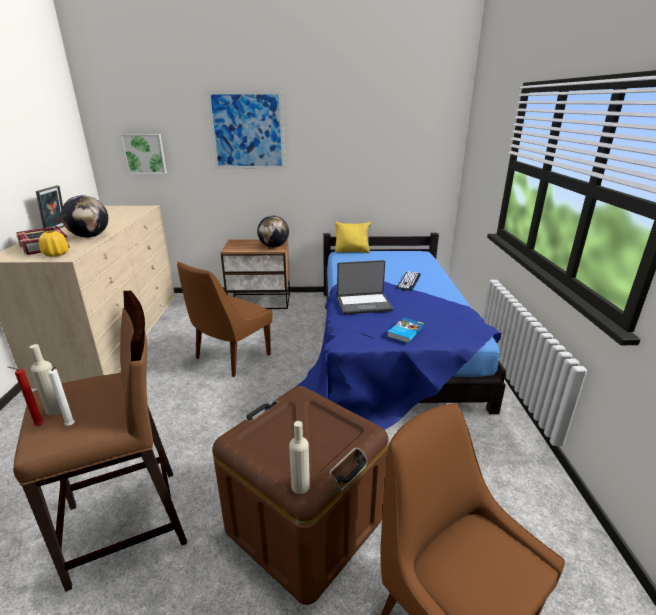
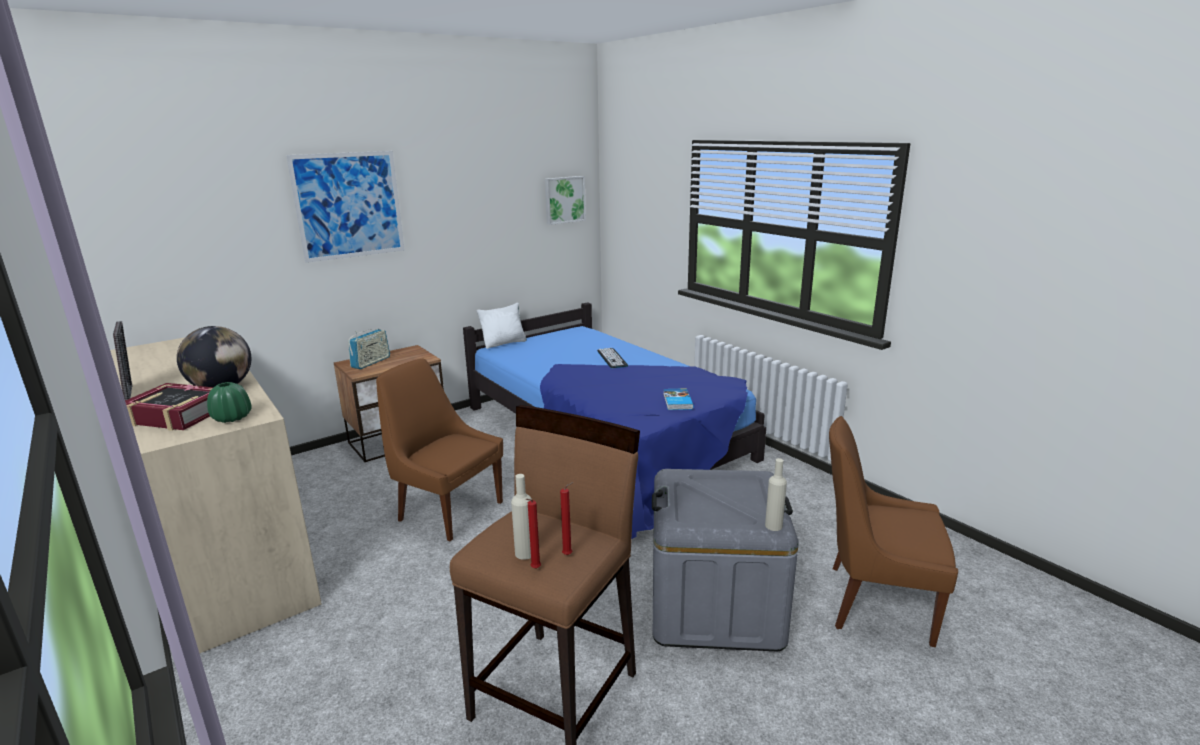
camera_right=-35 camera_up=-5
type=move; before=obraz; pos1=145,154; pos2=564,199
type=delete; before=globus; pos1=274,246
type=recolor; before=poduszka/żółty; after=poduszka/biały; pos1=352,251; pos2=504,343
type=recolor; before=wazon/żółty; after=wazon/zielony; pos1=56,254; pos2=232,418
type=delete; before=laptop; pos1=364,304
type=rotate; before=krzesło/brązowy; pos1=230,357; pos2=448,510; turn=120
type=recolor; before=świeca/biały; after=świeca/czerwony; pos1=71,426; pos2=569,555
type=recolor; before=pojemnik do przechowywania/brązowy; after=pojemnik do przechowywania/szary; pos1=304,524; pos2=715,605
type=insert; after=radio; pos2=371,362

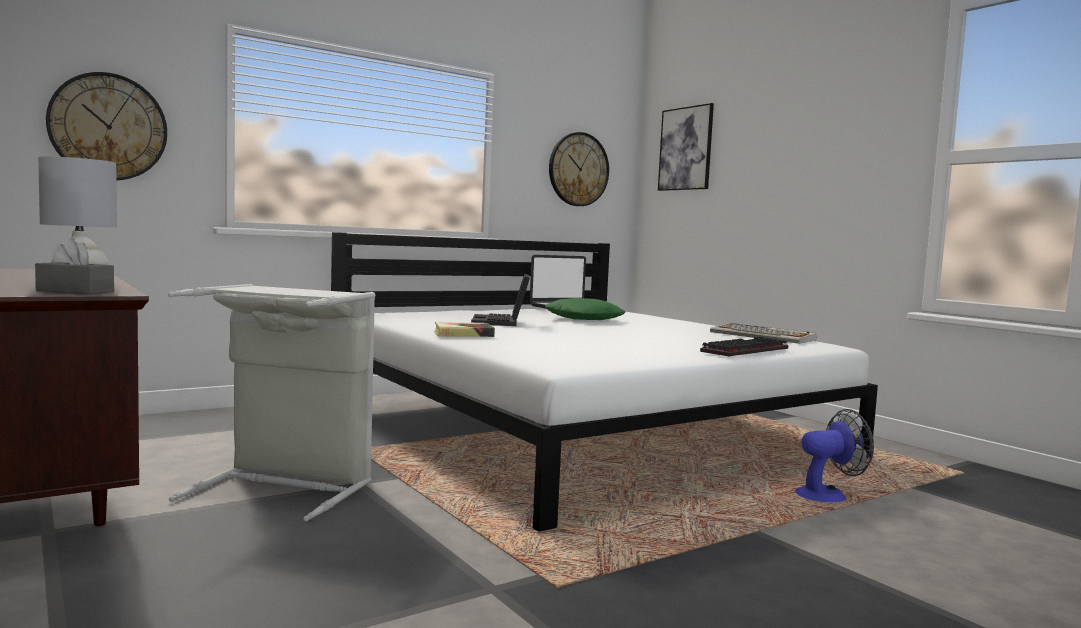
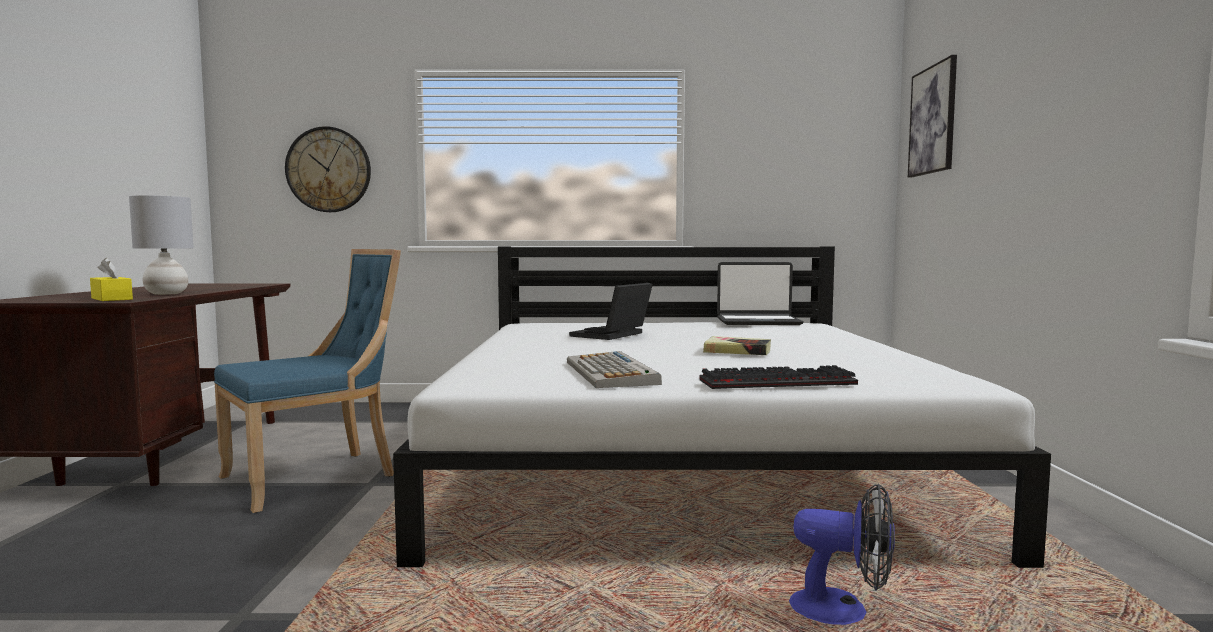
camera_right=35 camera_up=0
type=delete; before=zegar ścienny; pos1=578,169
type=recolor; before=pudełko chusteczek/szary; after=pudełko chusteczek/żółty; pos1=75,291; pos2=111,299
type=replace; before=kosz na pranie/szary; after=krzesło/niebieski; pos1=286,486; pos2=316,477
type=delete; before=poduszka/zielony; pos1=584,318
type=move; before=książka; pos1=463,334; pos2=737,351
type=move; before=klawiatura; pos1=763,336; pos2=611,373

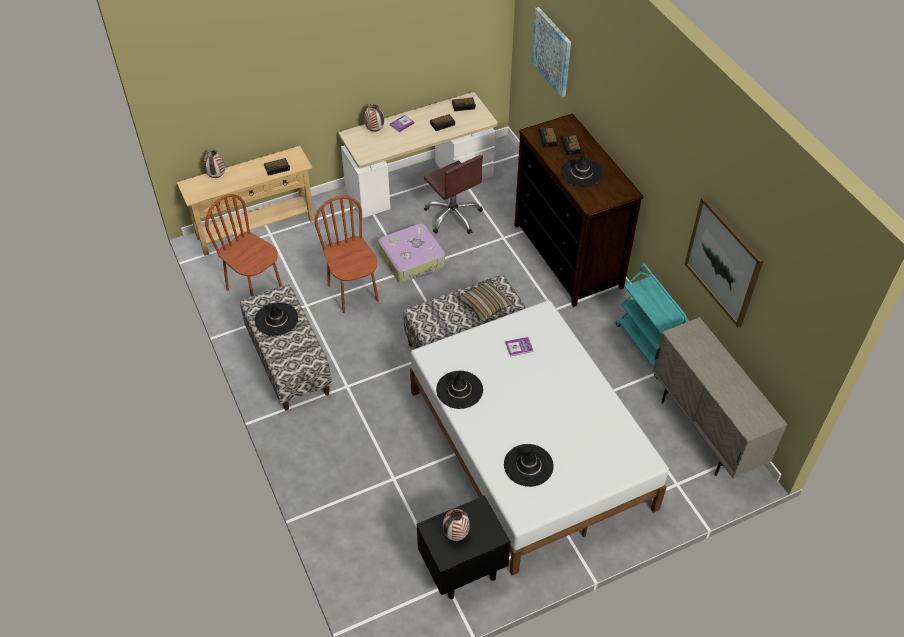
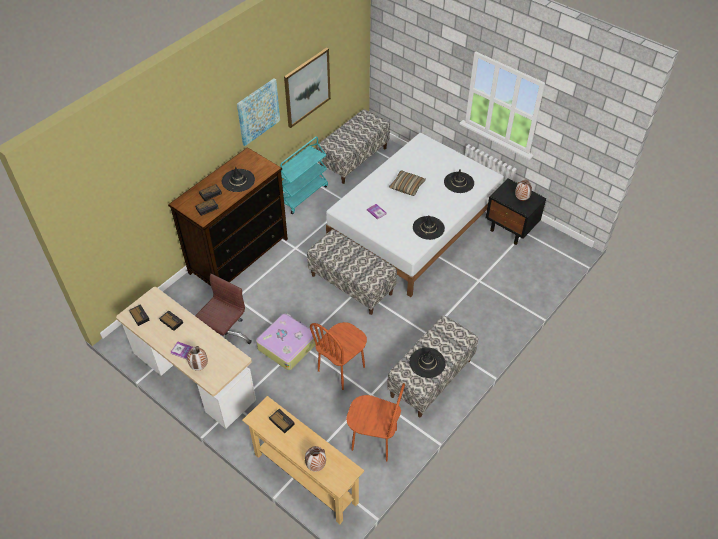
camera_right=-115 camera_up=0
type=move; before=obraz; pos1=552,52; pos2=258,111
type=rotate; before=krzesło/brązowy; pos1=255,289; pos2=374,440; turn=-90
type=move; before=poduszka; pos1=486,305; pos2=407,186
type=replace; before=szafka/beżowy; after=ławka; pos1=704,431; pos2=354,159

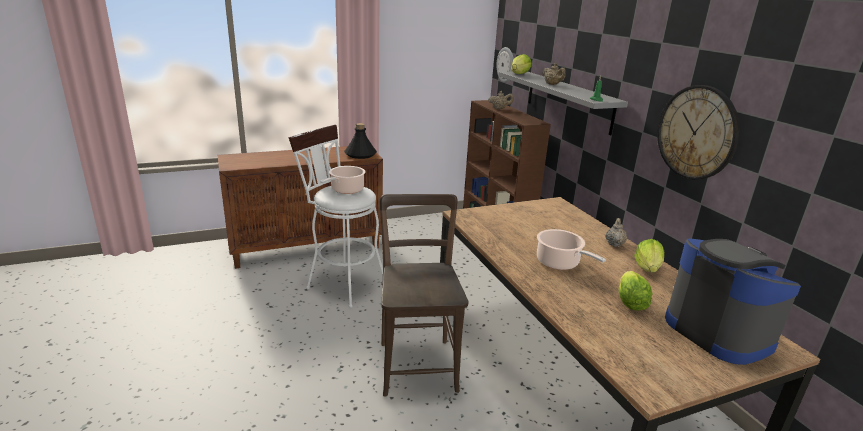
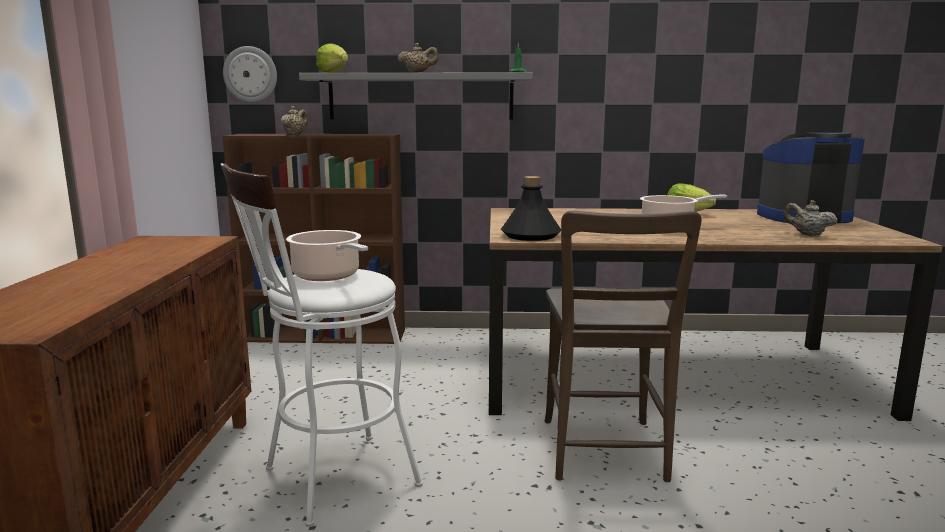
camera_right=-65 camera_up=-10
type=delete; before=zegar ścienny; pos1=697,132
type=move; before=butelka/czarny; pos1=360,154; pos2=530,235
type=rotate; before=krzesło/brązowy; pos1=417,362; pos2=604,454; turn=-105
type=move; before=imbryk/beżowy; pos1=614,244; pos2=807,235
type=delete; before=sałata; pos1=630,302

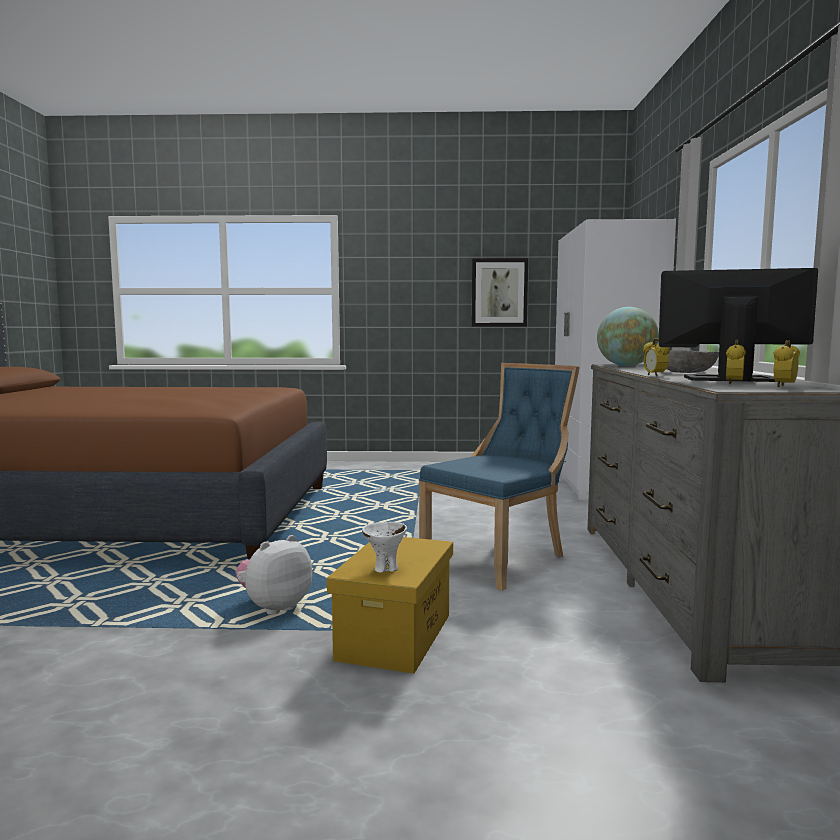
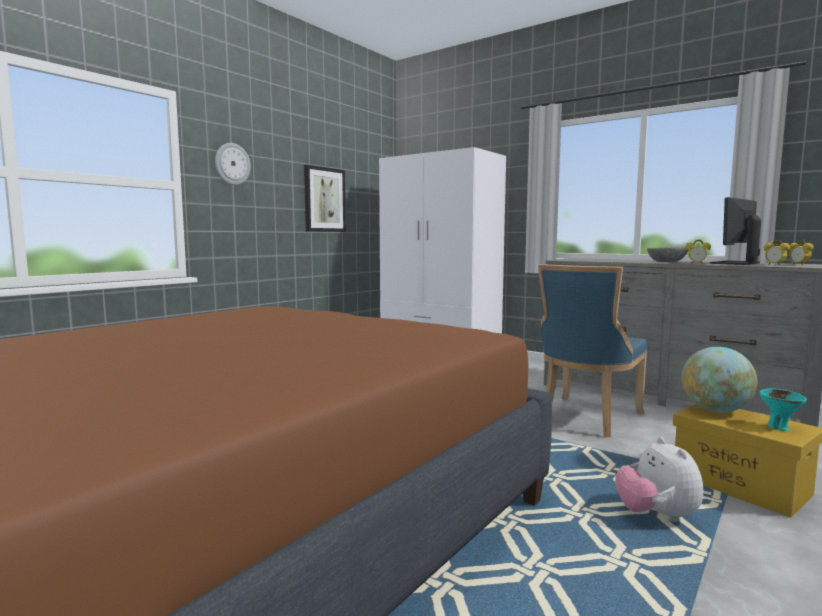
camera_right=-55 camera_up=0
type=move; before=globus; pos1=626,366; pos2=715,410
type=rotate; before=krzesło/niebieski; pos1=500,559; pos2=587,418; turn=-135
type=recolor; before=miska/biały; after=miska/turkusowy; pos1=385,569; pos2=779,427
type=insert; after=zegar ścienny; pos2=232,164

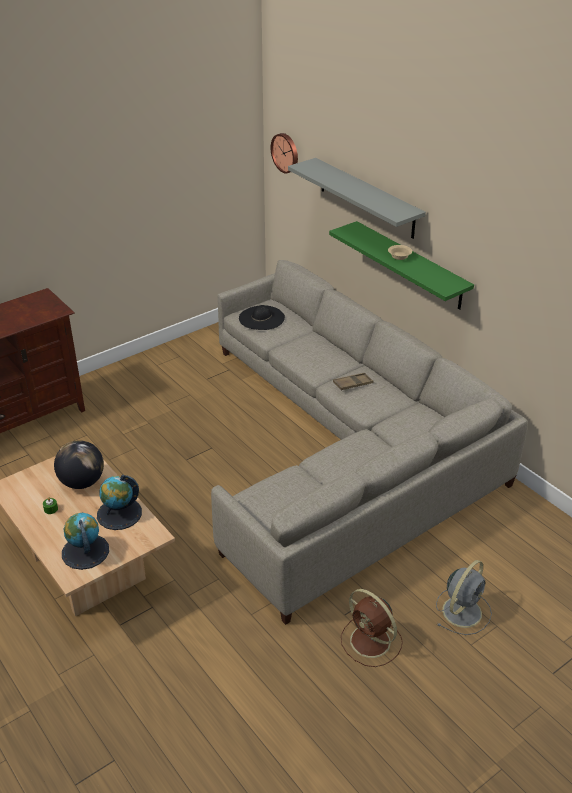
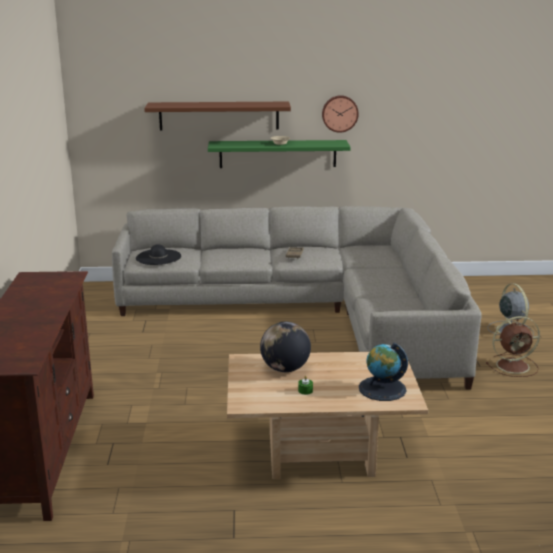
camera_right=-55 camera_up=-15
type=move; before=zegar ścienny; pos1=286,152; pos2=339,113
type=recolor; before=półka/szary; after=półka/brązowy; pos1=366,198; pos2=219,115
type=delete; before=globus; pos1=119,514

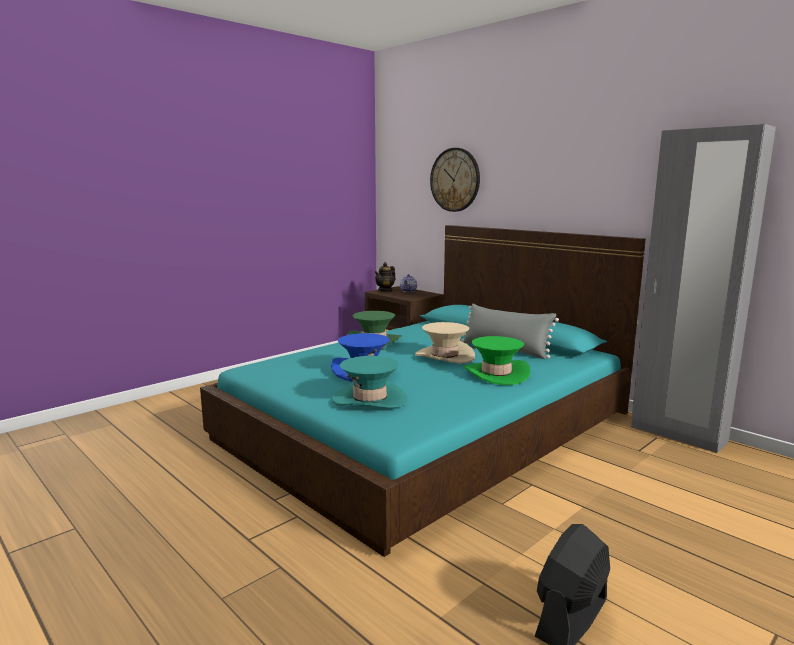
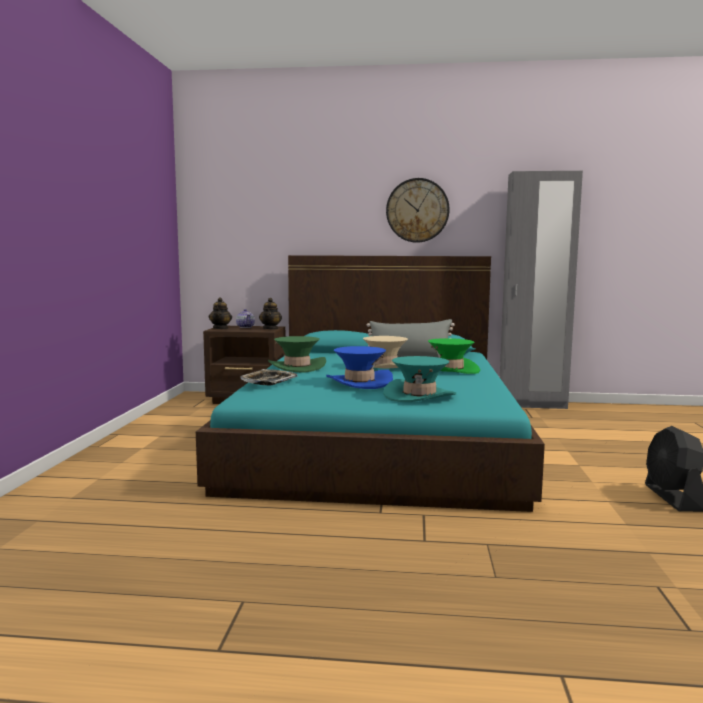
camera_right=-40 camera_up=-5
type=move; before=zegar ścienny; pos1=455,180; pos2=417,210
type=insert; after=imbryk; pos2=271,328
type=insert; after=taca; pos2=269,381

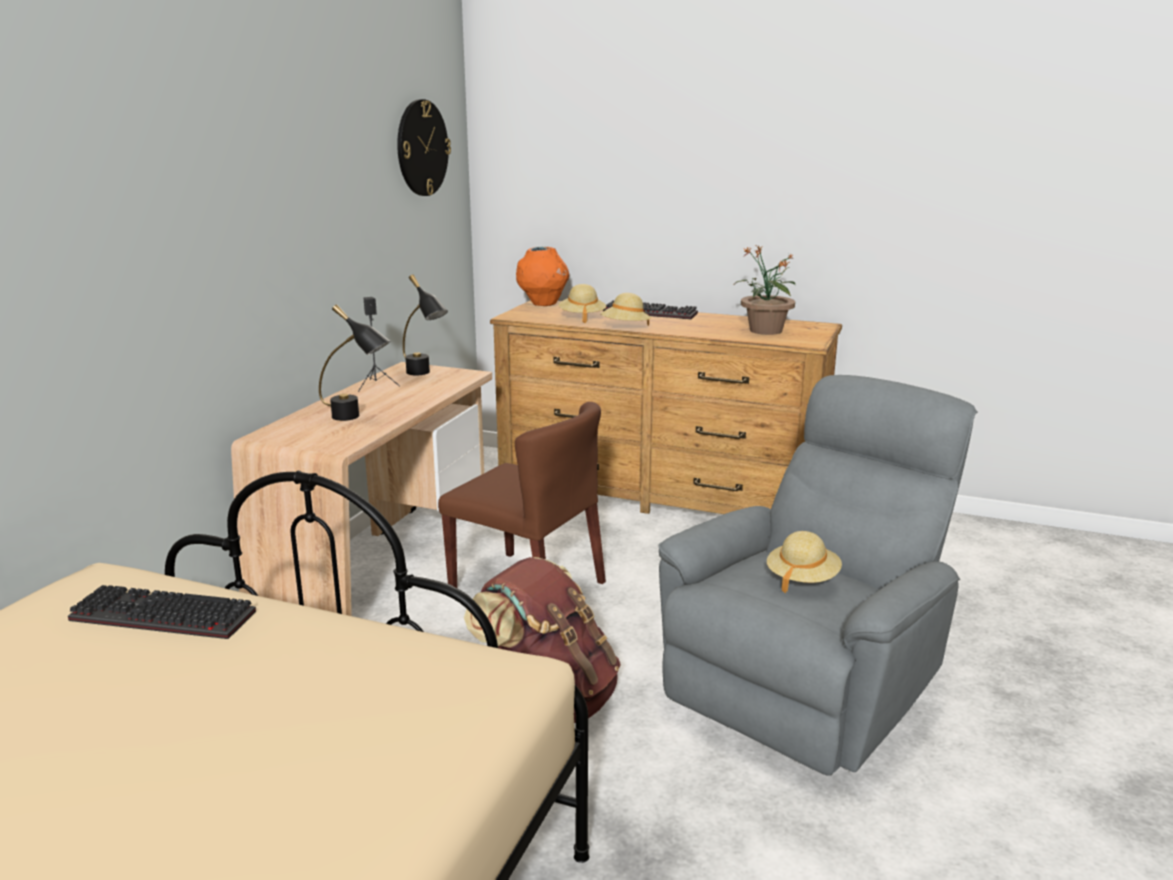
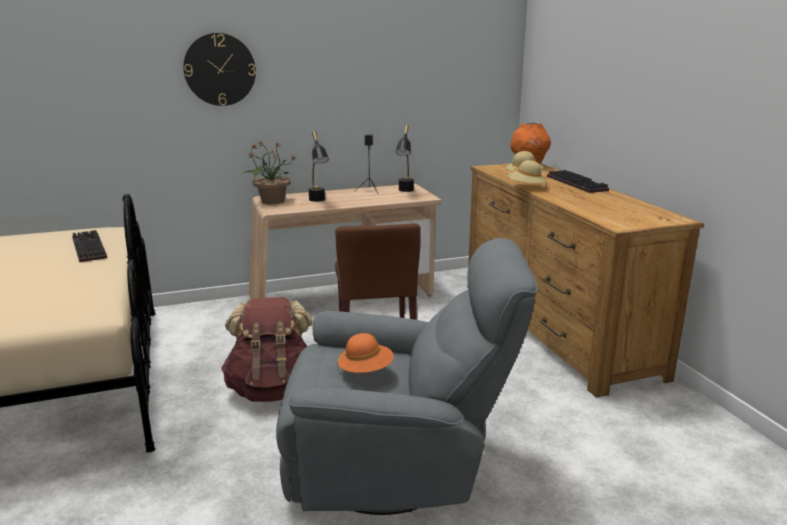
camera_right=50 camera_up=0
type=move; before=zegar ścienny; pos1=422,148; pos2=220,69
type=move; before=roślina doniczkowa; pos1=765,331; pos2=272,201
type=recolor; before=kapelusz/beżowy; after=kapelusz/pomarańczowy; pos1=802,579; pos2=365,370

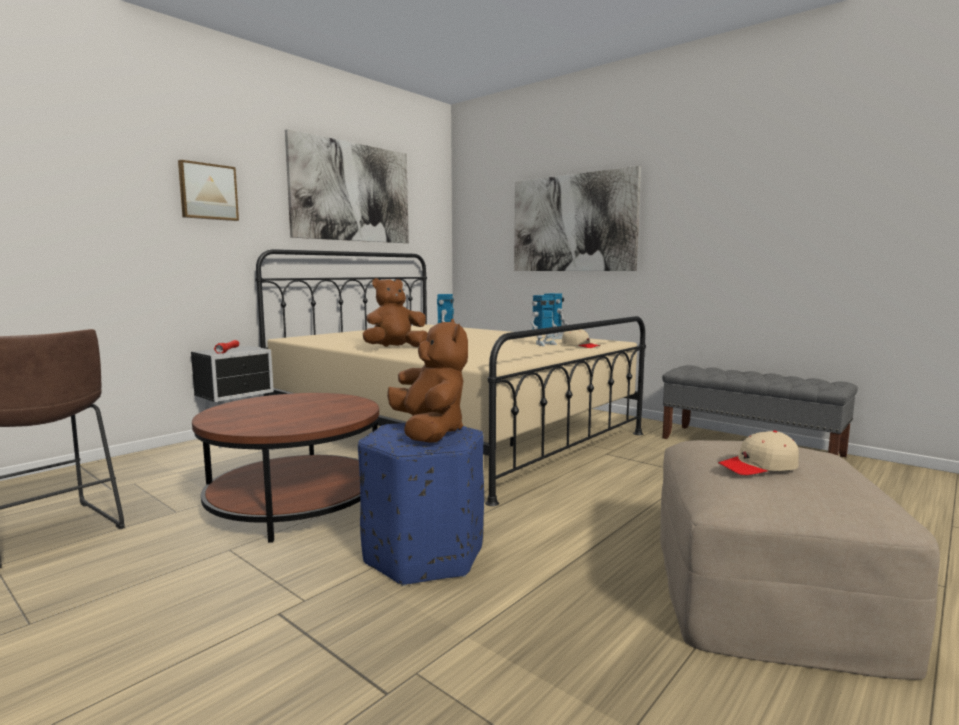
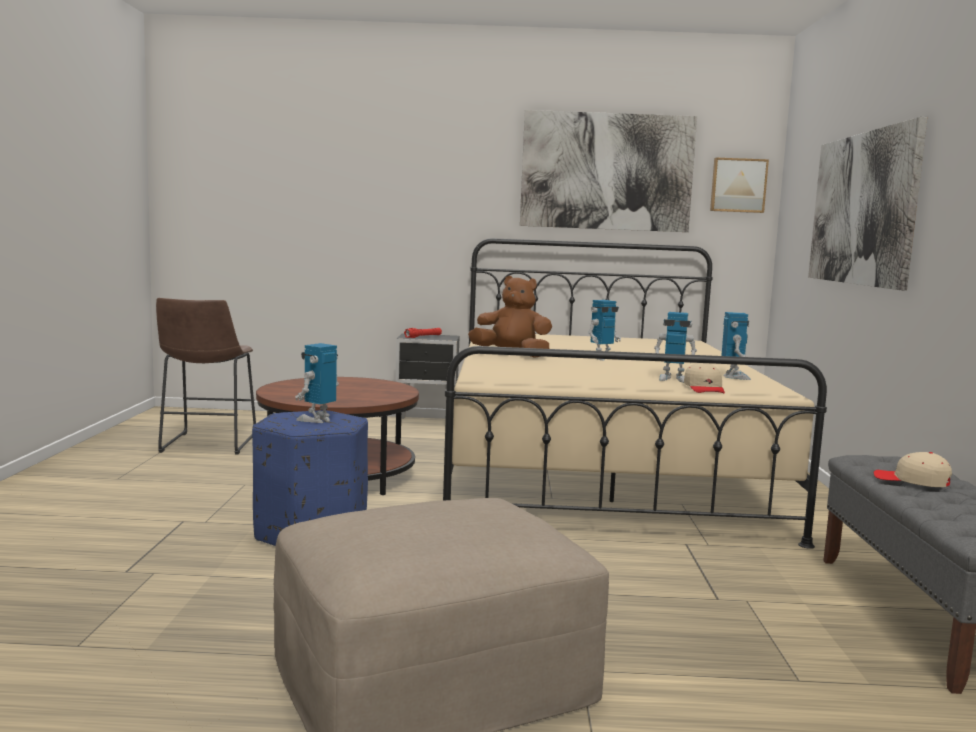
camera_right=50 camera_up=0
type=move; before=obraz; pos1=208,192; pos2=738,185
type=replace; before=pluszak/brązowy; after=robot zabawkowy; pos1=429,432; pos2=317,420
type=move; before=czapka z daszkiem/beżowy; pos1=758,466; pos2=912,481

